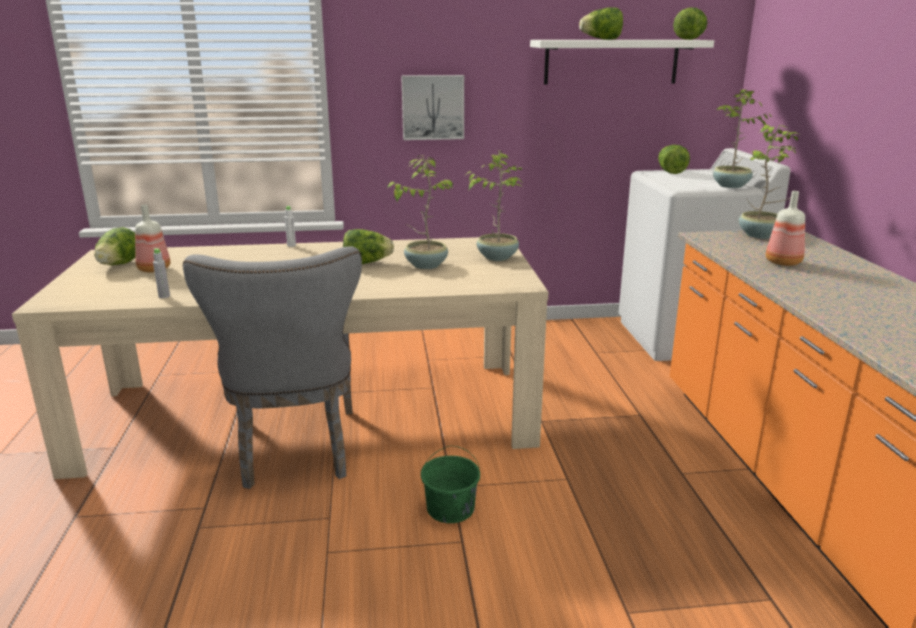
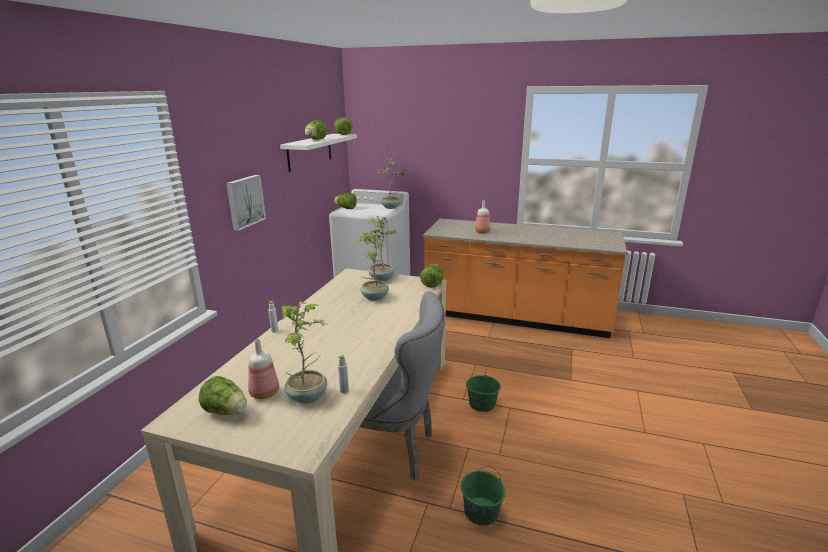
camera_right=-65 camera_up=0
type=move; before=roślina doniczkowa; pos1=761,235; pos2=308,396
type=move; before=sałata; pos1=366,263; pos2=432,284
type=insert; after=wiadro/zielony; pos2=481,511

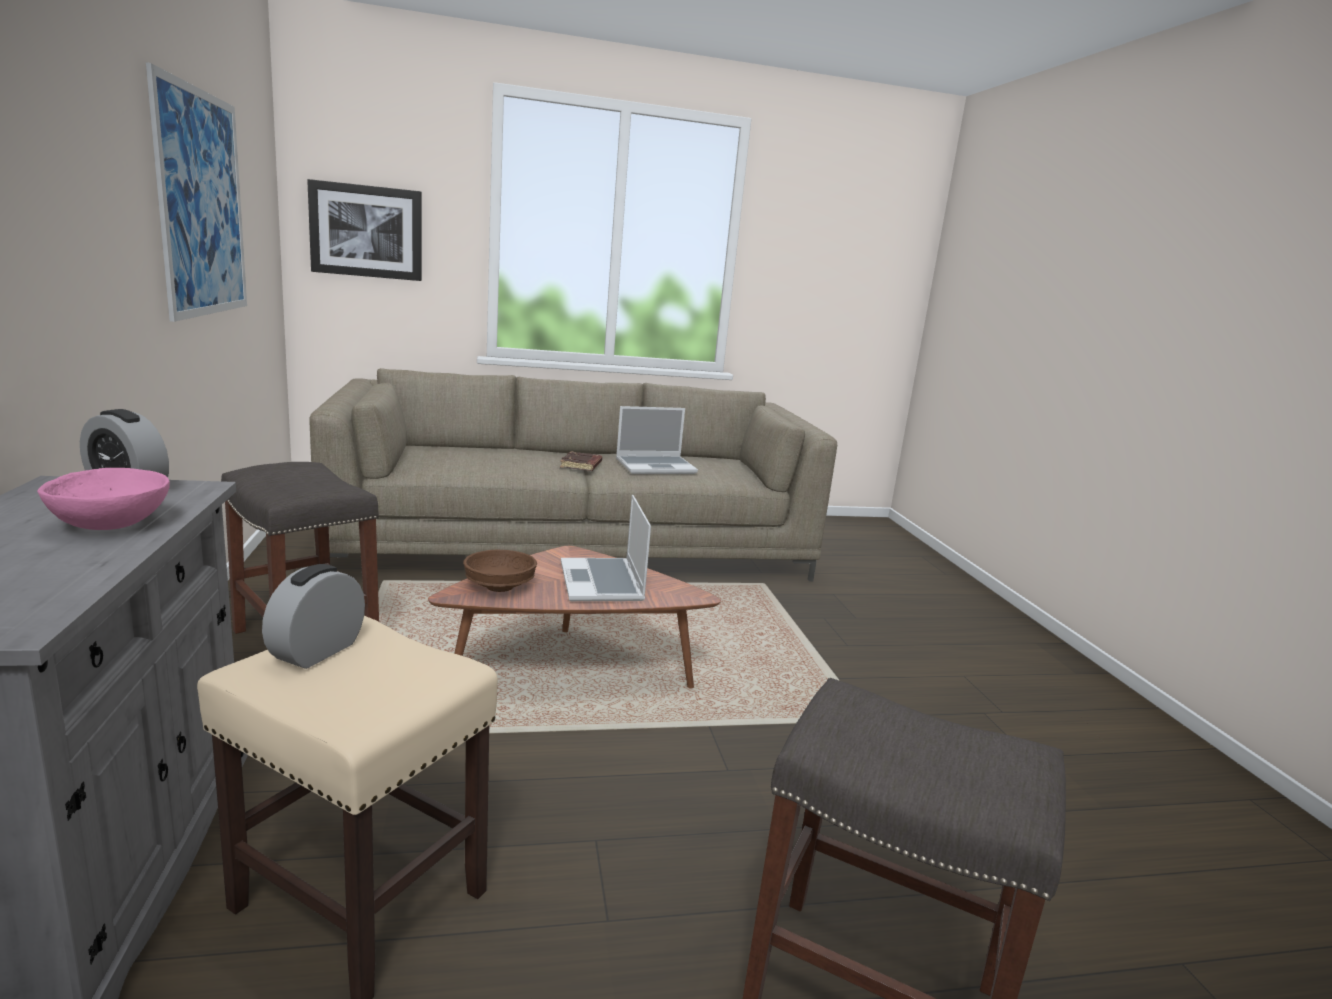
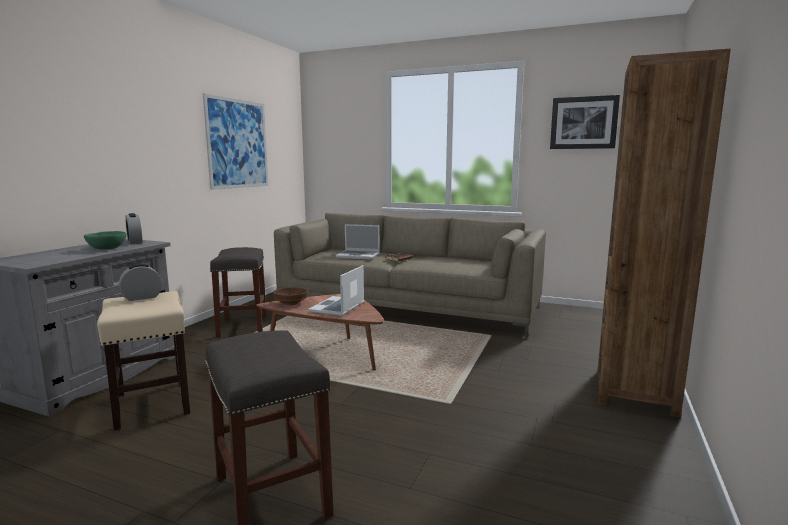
camera_right=35 camera_up=-5
type=move; before=obraz; pos1=366,231; pos2=583,123
type=move; before=laptop; pos1=656,466; pos2=359,256
type=recolor; before=miska/różowy; after=miska/zielony; pos1=110,526; pos2=106,249
type=insert; after=regał/brązowy; pos2=635,391

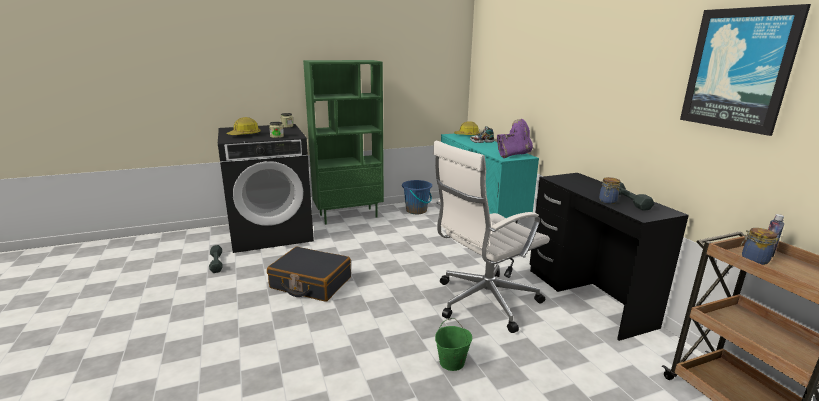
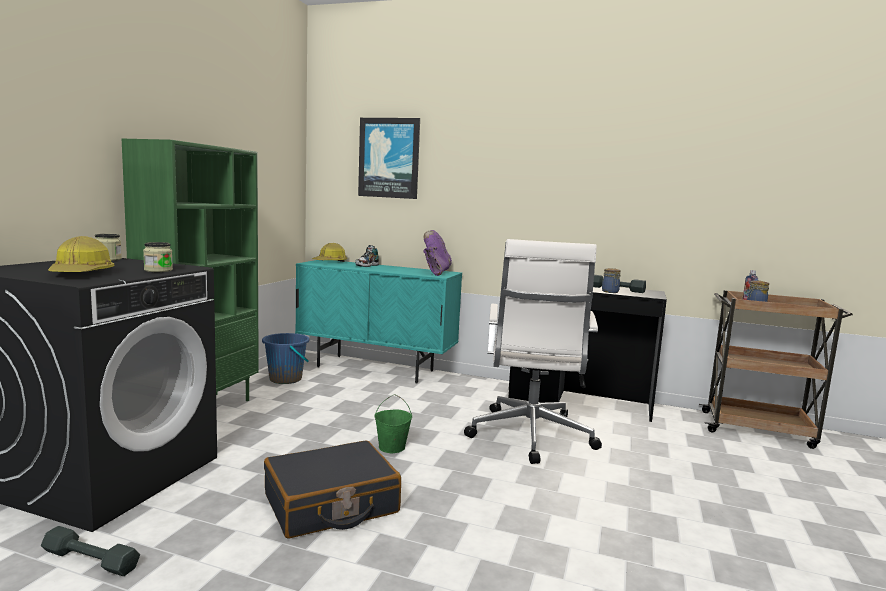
camera_right=-50 camera_up=-10
type=move; before=obraz; pos1=738,69; pos2=389,158
type=move; before=wiadro/zielony; pos1=451,362; pos2=392,447

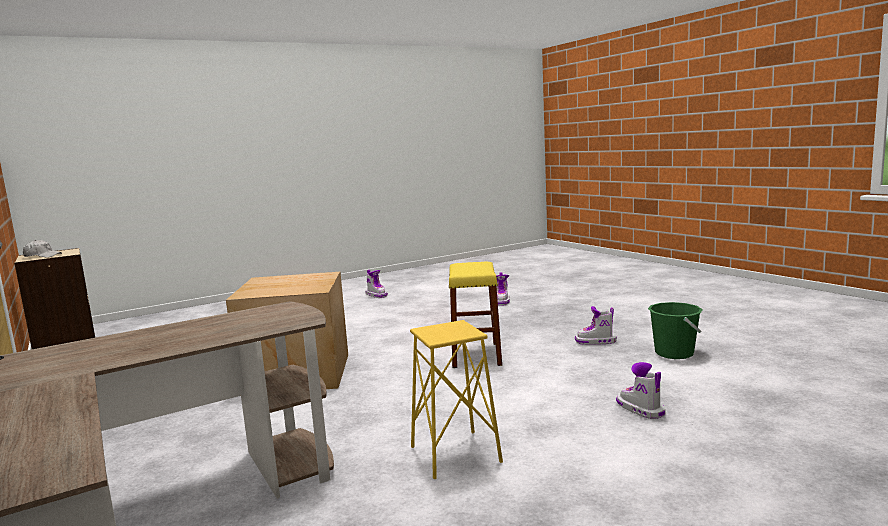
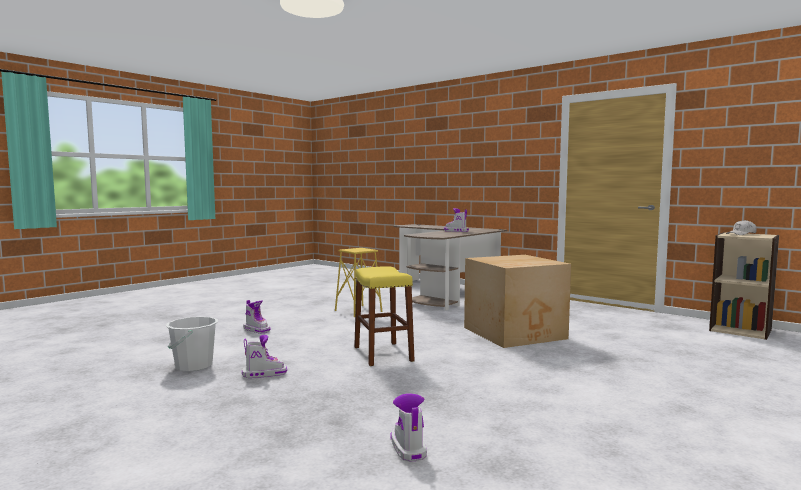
camera_right=160 camera_up=-5
type=move; before=but z cholewką; pos1=376,295; pos2=456,231
type=recolor; before=wiadro/zielony; after=wiadro/biały; pos1=674,353; pos2=194,366

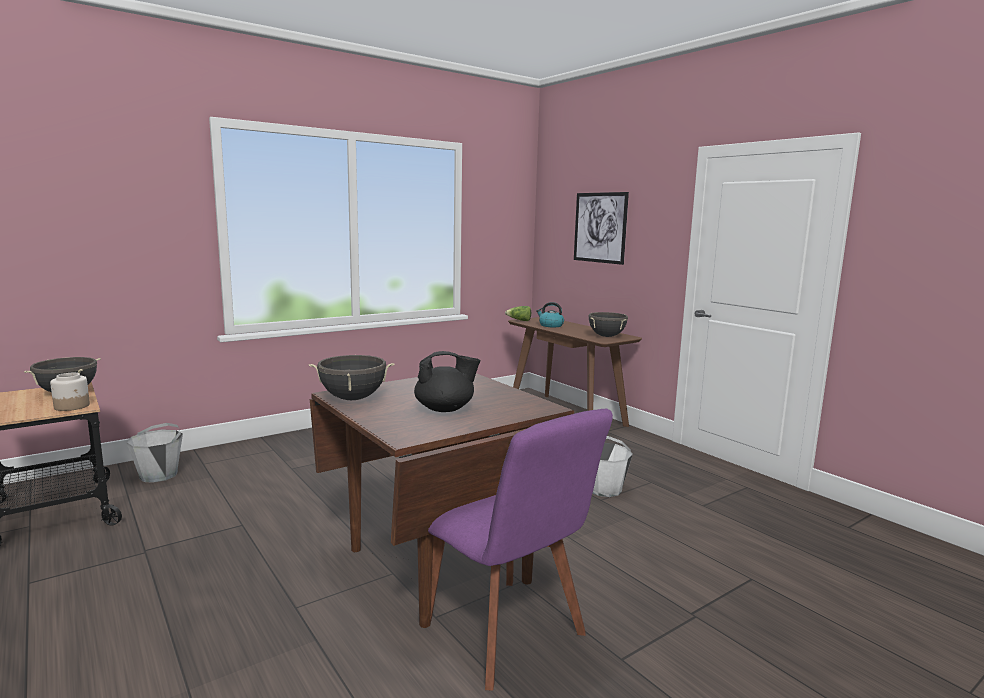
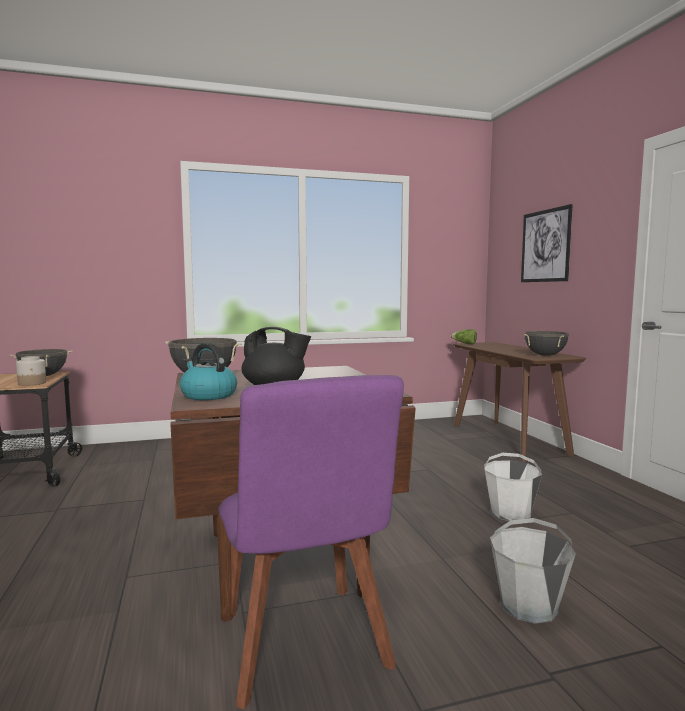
camera_right=20 camera_up=-5
type=move; before=czajnik; pos1=550,325; pos2=208,395
type=move; before=wiadro/szary; pos1=159,475; pos2=529,606

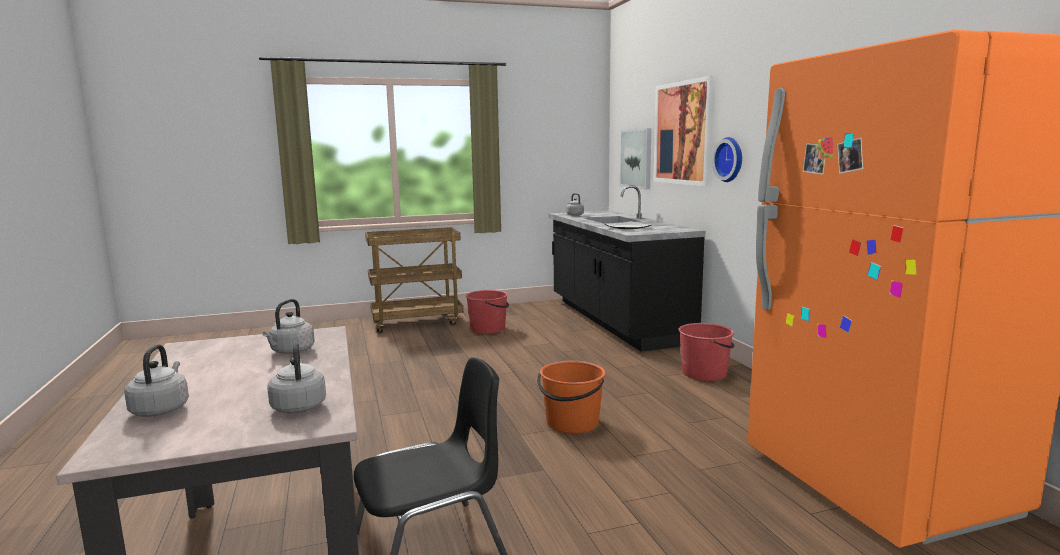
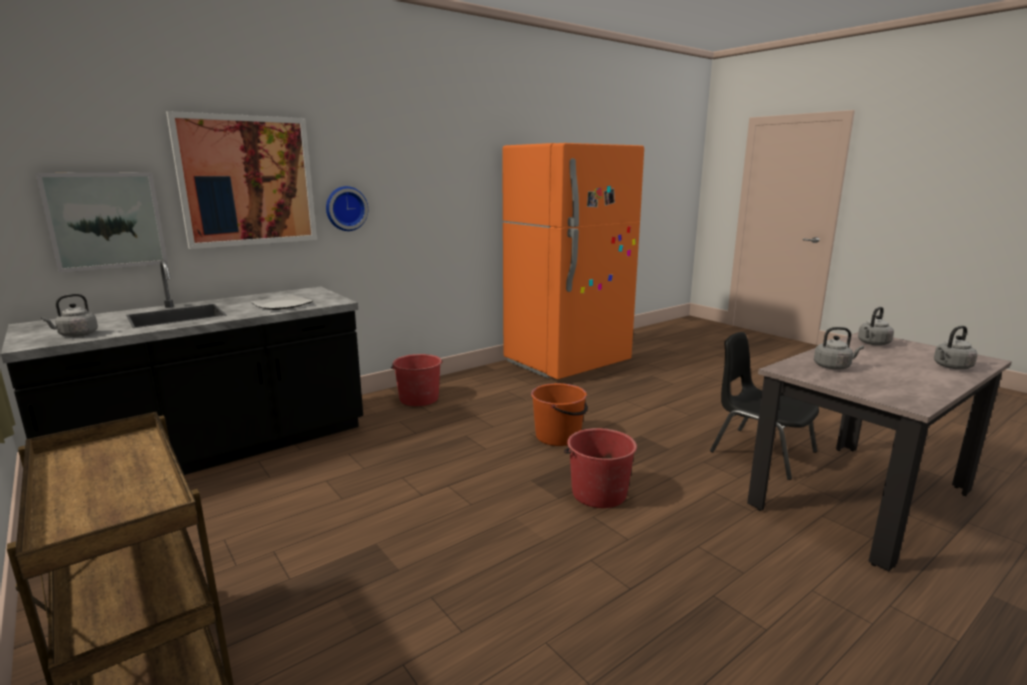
camera_right=-110 camera_up=5
type=move; before=wiadro/czerwony; pos1=488,329; pos2=598,493

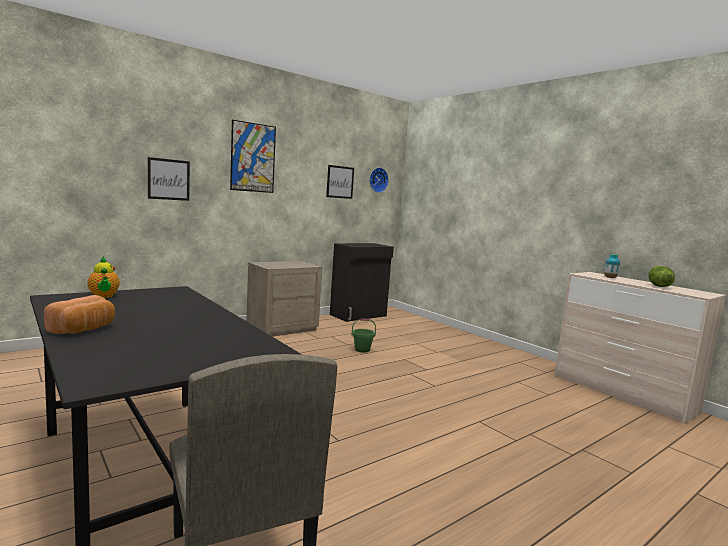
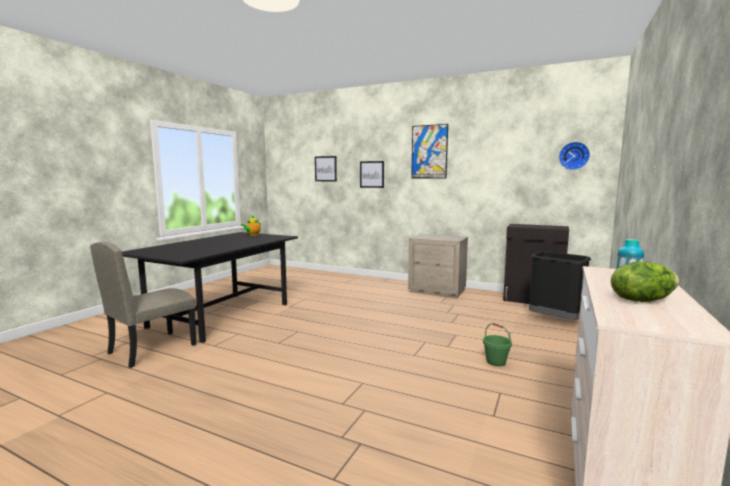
camera_right=65 camera_up=0
type=move; before=obraz; pos1=340,182; pos2=325,168
type=delete; before=chleb; pos1=84,329
type=move; before=wiadro/zielony; pos1=362,349; pos2=496,362
type=insert; after=kosz na śmieci/czarny; pos2=555,321

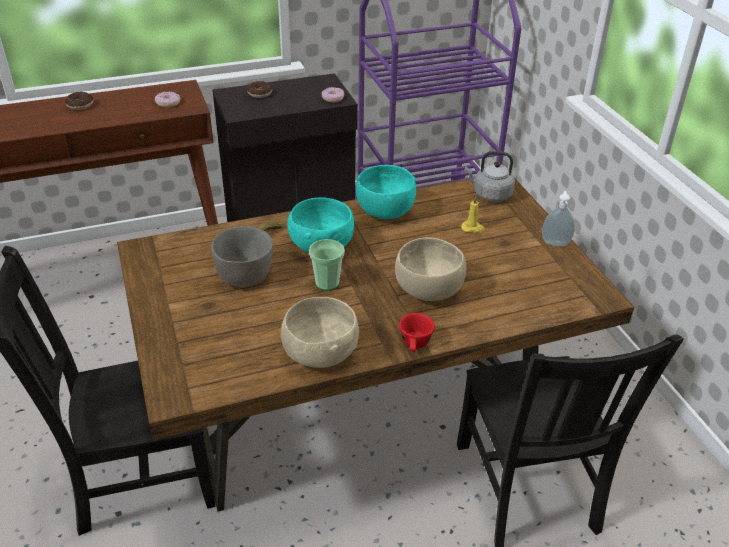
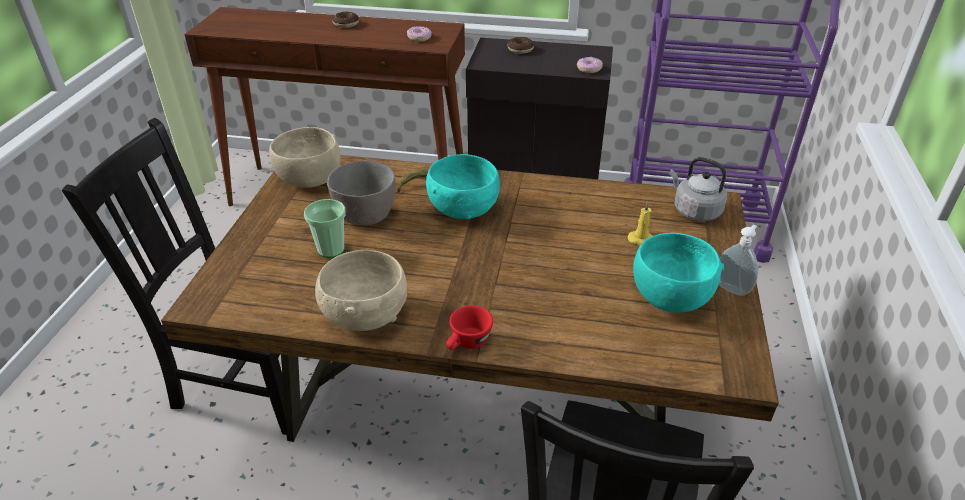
camera_right=30 camera_up=0
type=move; before=miska/turkusowy; pos1=385,211; pos2=670,297
type=move; before=miska/beżowy; pos1=429,290; pos2=310,179
type=move; before=filiżanka; pos1=327,283; pos2=331,249

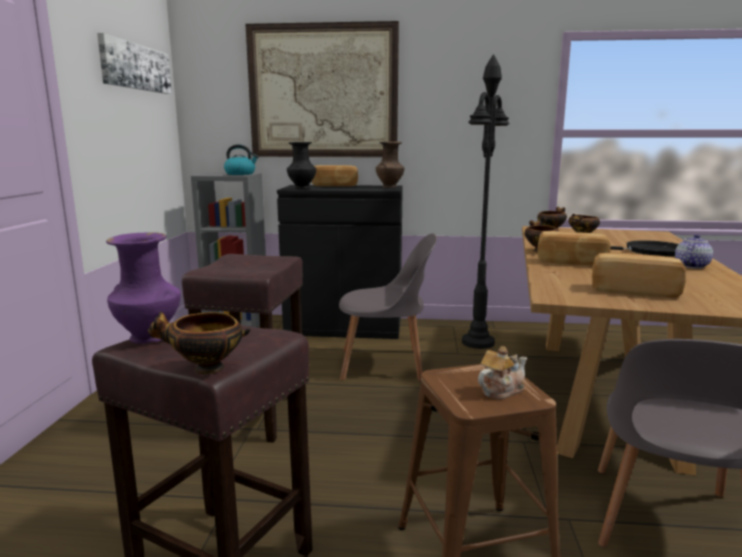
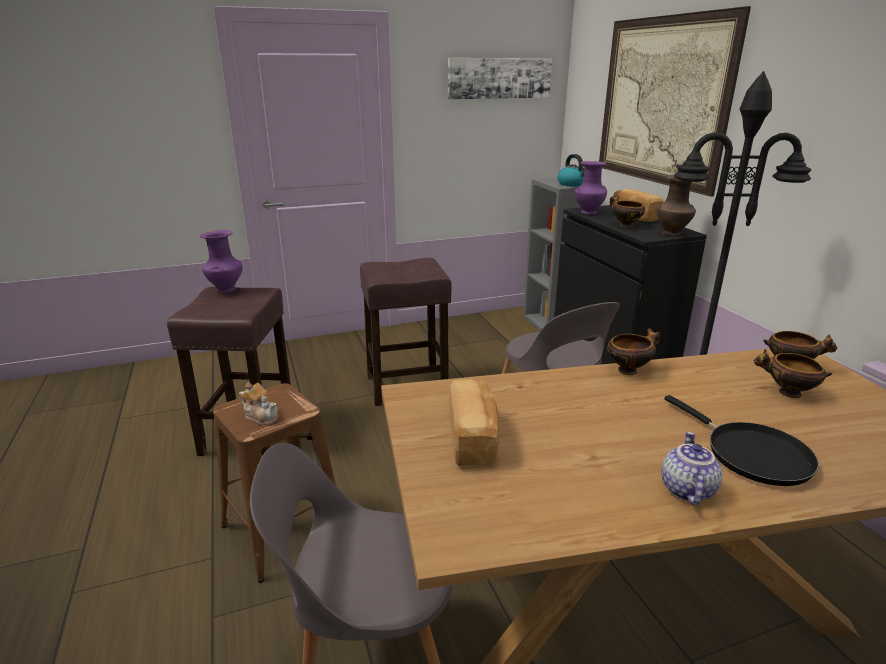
camera_right=65 camera_up=10
type=recolor; before=wazon/czarny; after=wazon/fioletowy; pos1=302,188; pos2=588,212
type=delete; before=chleb; pos1=571,263
type=rotate; before=imbryk; pos1=690,266; pos2=685,489; turn=-90
type=move; before=miska; pos1=205,369; pos2=624,225

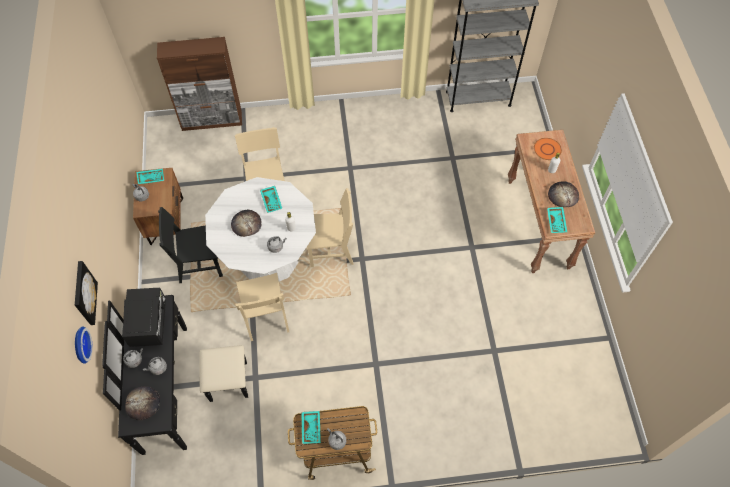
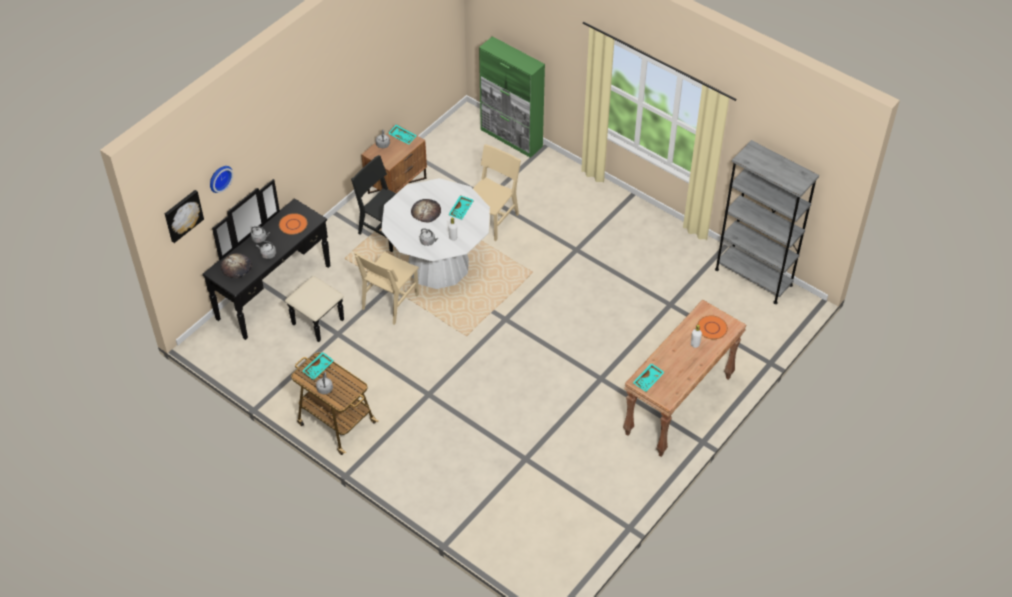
camera_right=45 camera_up=-10
type=recolor; before=szafka/brązowy; after=szafka/zielony; pos1=212,120; pos2=511,138
type=delete; before=chleb; pos1=563,195
type=delete; before=krzesło/beżowy; pos1=331,250
type=move; before=obraz; pos1=83,293; pos2=183,215
type=replace; before=mikrofalówka/czarny; after=talerz/pomarańczowy; pos1=150,323; pos2=293,224

